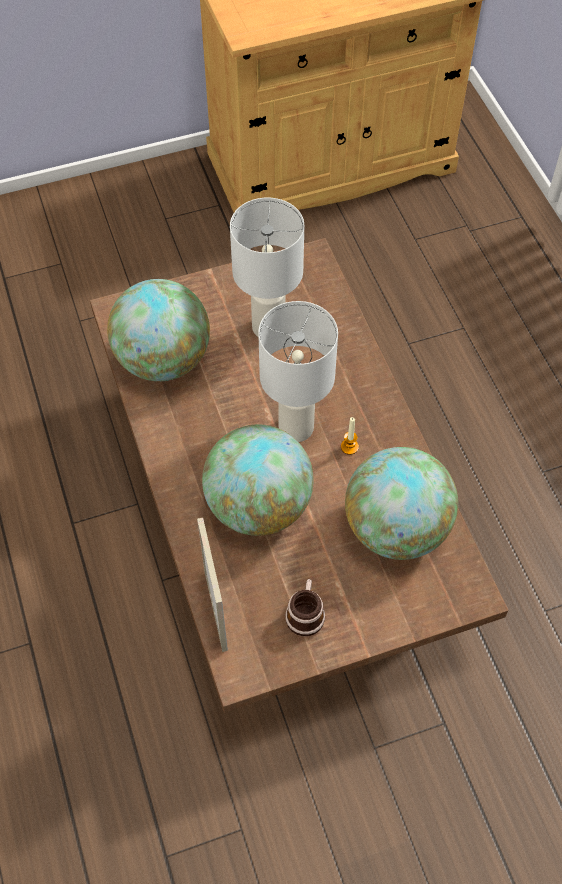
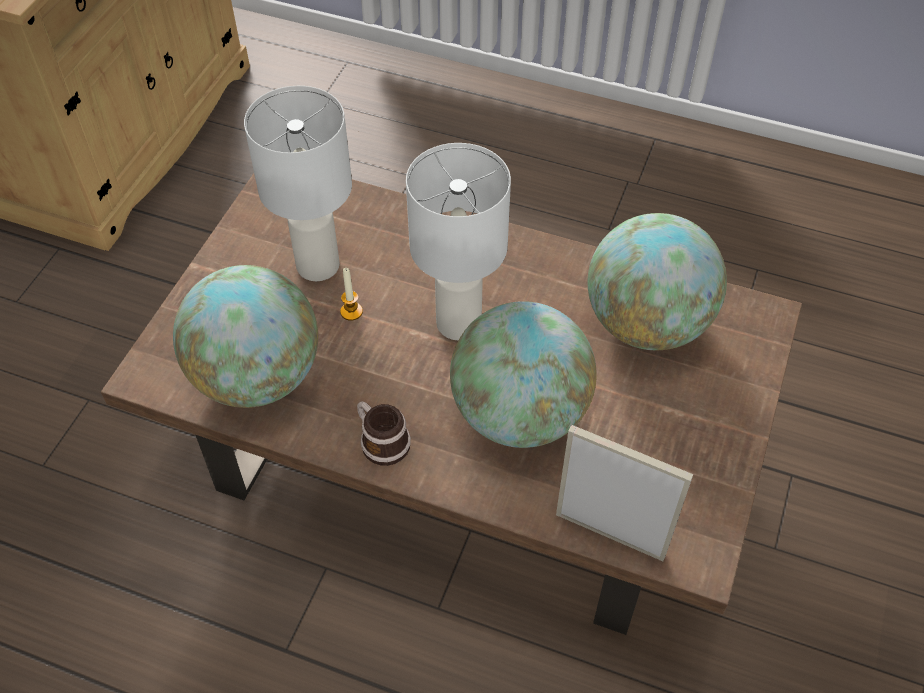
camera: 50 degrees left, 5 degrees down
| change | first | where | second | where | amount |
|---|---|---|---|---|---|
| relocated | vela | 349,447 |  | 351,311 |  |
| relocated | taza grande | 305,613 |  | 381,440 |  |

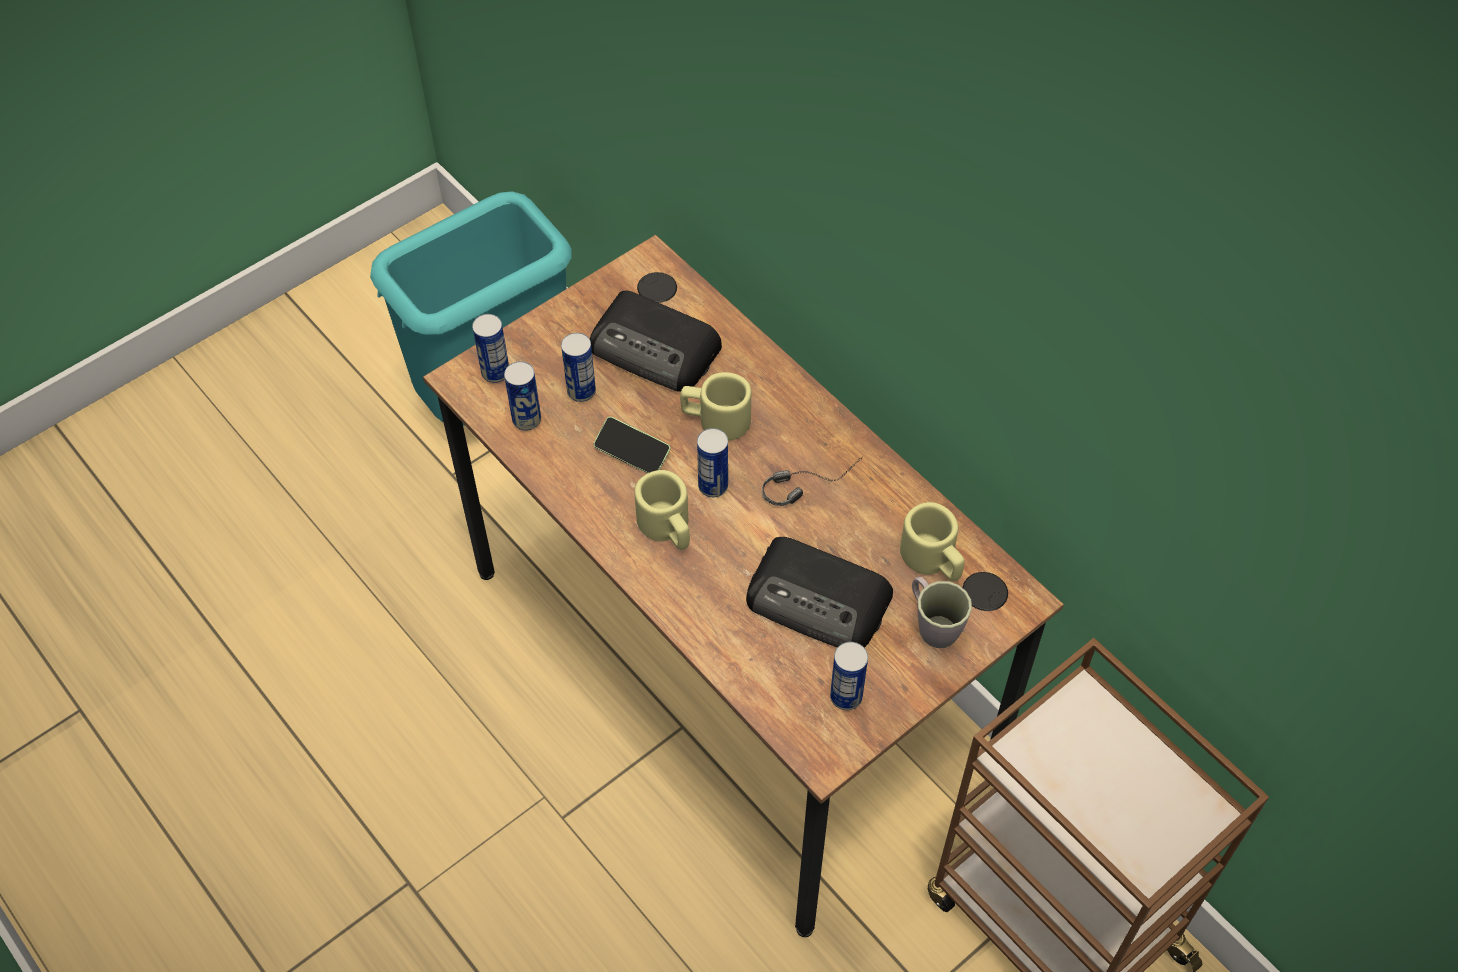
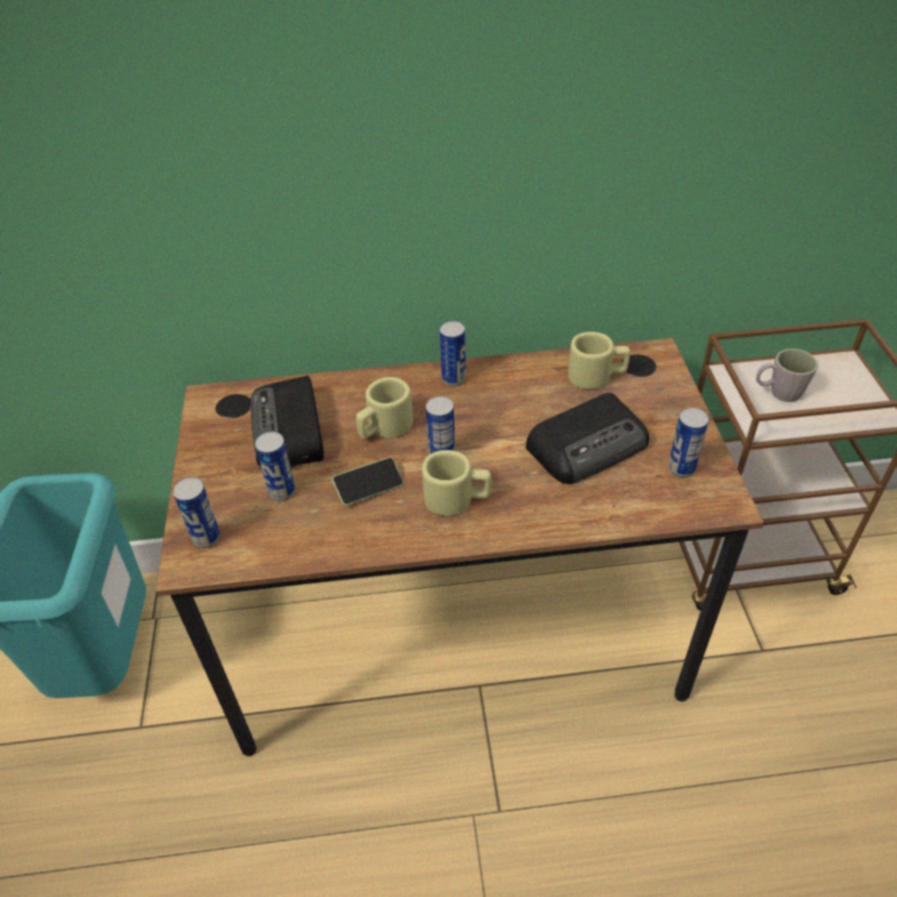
camera: 55 degrees left, 10 degrees down
| change | first | where | second | where | amount |
|---|---|---|---|---|---|
| spun | radio | 656,349 |  | 289,430 | 105 degrees clockwise |
| relocated | lata | 526,420 |  | 453,378 |  |
| missing | auriculares | 809,481 |  |  |  |
| relocated | taza grande (gris) | 933,624 |  | 778,392 |  |

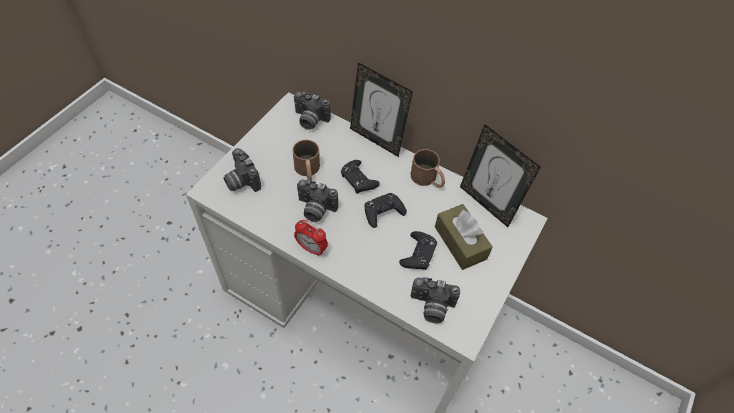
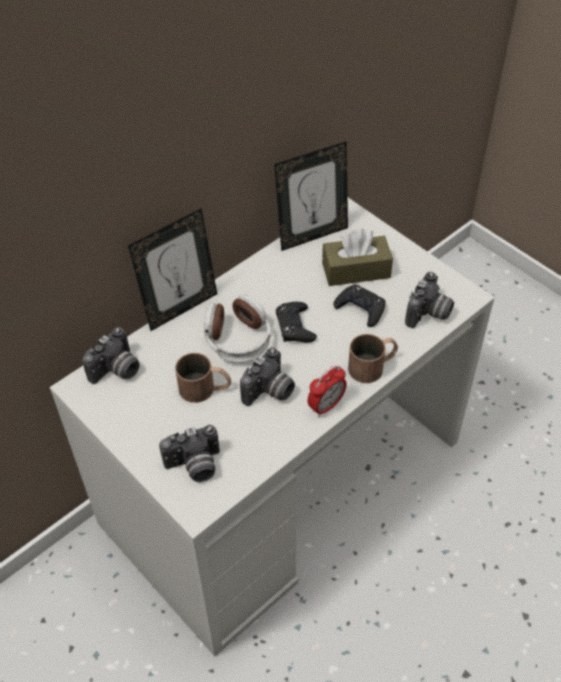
camera: 70 degrees left, 5 degrees down
| change | first | where | second | where | amount |
|---|---|---|---|---|---|
| relocated | taza grande (marrón) | 428,179 |  | 373,366 |  |
| exchanged | mando de consola (negro) | 359,179 | auriculares | 238,339 |  |

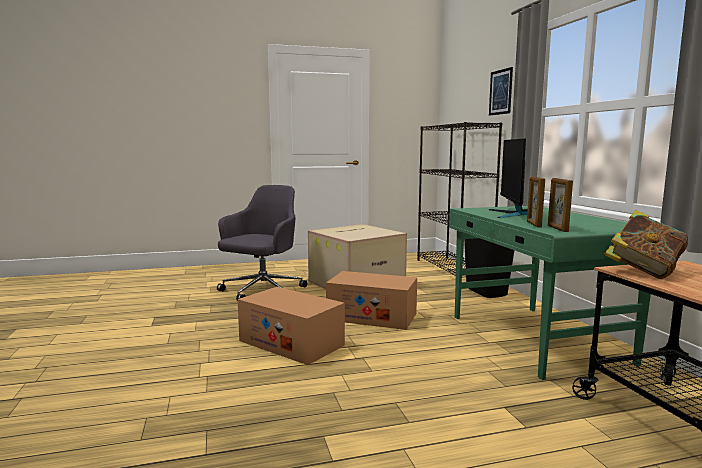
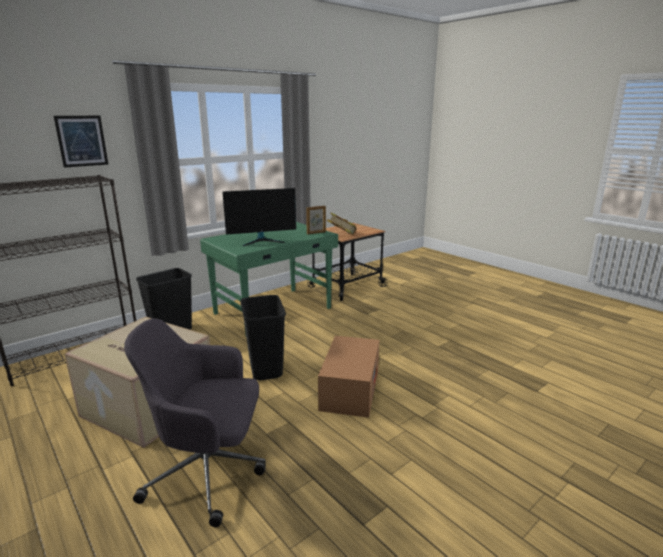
camera: 115 degrees left, 10 degrees up
| change | first | where | second | where | amount |
|---|---|---|---|---|---|
| missing | portarretratos | 533,224 |  |  |  |
| exchanged | caja de cartón | 372,316 | papelera (negro) | 265,369 |  |

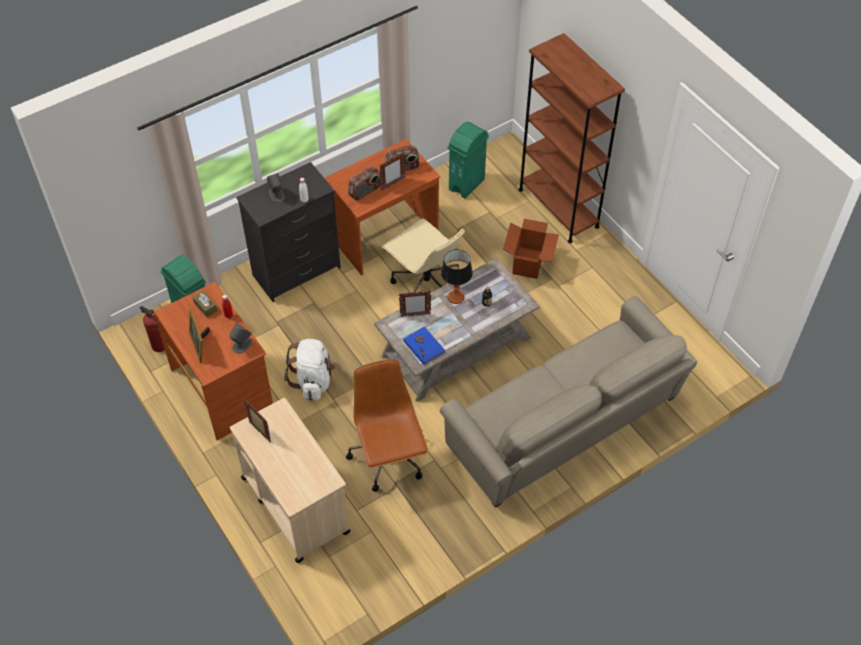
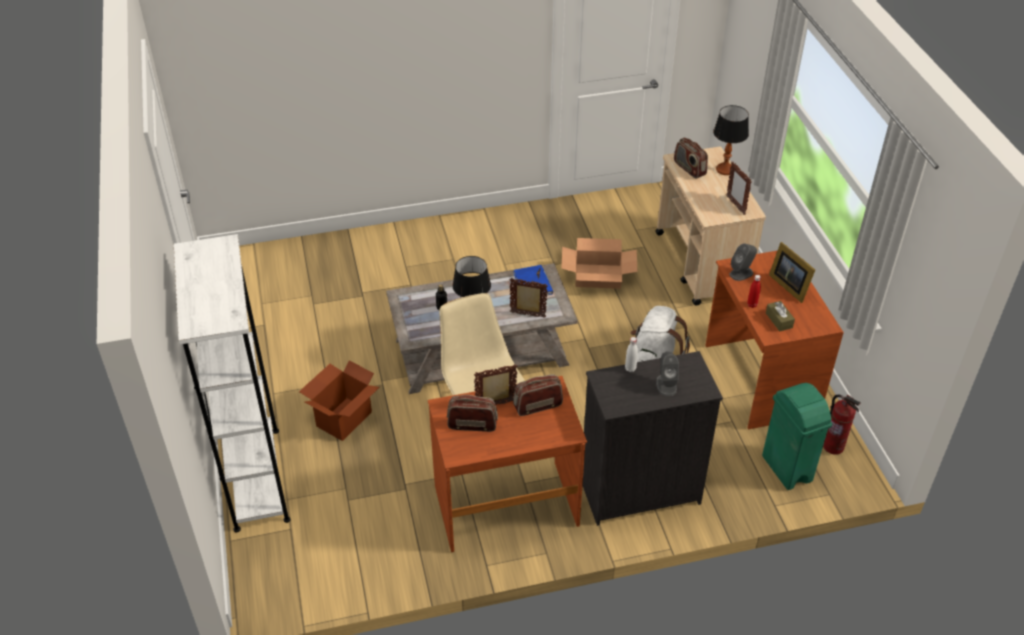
camera: 160 degrees left, 10 degrees down
| change | first | where | second | where | amount |
|---|---|---|---|---|---|
| colour | estantería (marrón) | 558,208 | estantería (blanco) | 257,478 |  |
| missing | papelera (verde) | 467,184 |  |  |  |
| missing | sofá (beis) | 566,427 |  |  |  |
| spun | portarretratos | 200,344 |  | 789,285 | 150 degrees clockwise |
| exchanged | silla de oficina (marrón) | 389,458 | caja de cartón | 598,276 |  |
| appeared |  |  | lámpara de mesa | 725,170 |  |
| appeared |  |  | radio | 689,169 |  |

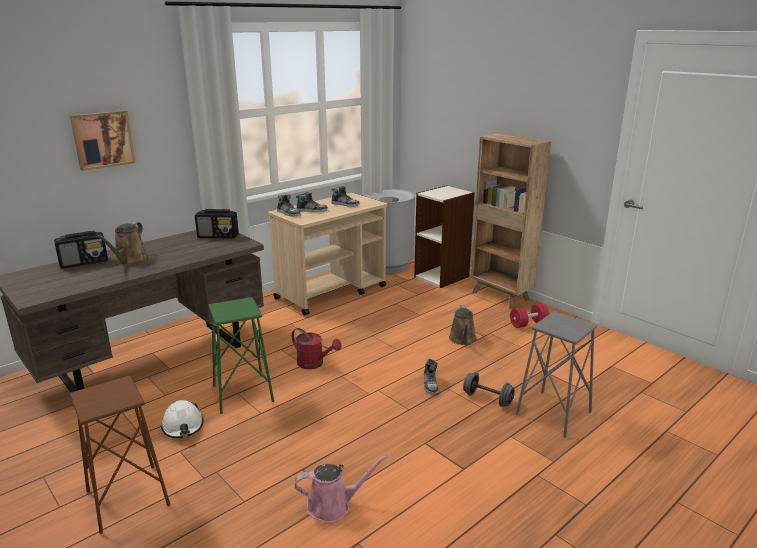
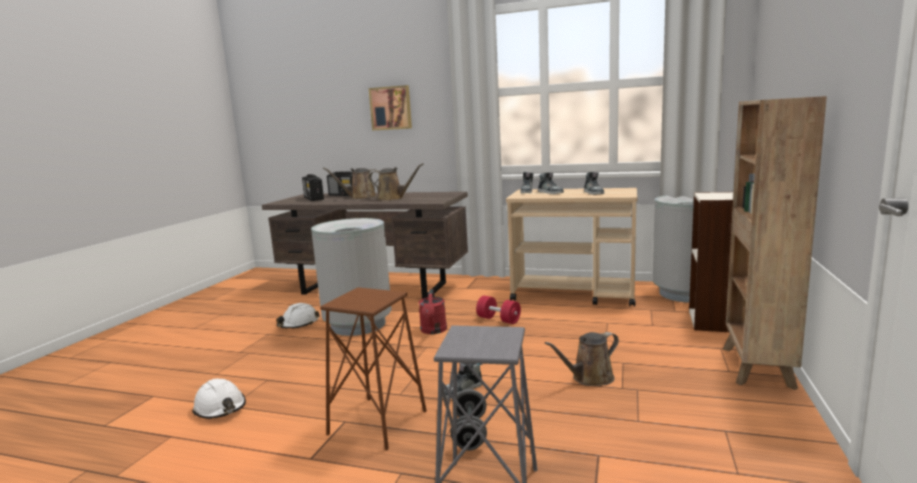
camera: 60 degrees right, 10 degrees down
| change | first | where | second | where | amount |
|---|---|---|---|---|---|
| relocated | radio | 218,236 |  | 314,199 |  |
| exchanged | taburete (verde) | 242,394 | papelera (gris) | 358,325 |  |
| relocated | mancuerna (rojo) | 528,324 |  | 498,320 |  |
| relocated | taburete (marrón) | 128,498 |  | 378,422 |  |
| exchanged | regadera (rosa) | 333,505 | casco (blanco) | 220,408 |  |
| appeared |  |  | regadera (marrón) | 393,198 |  |

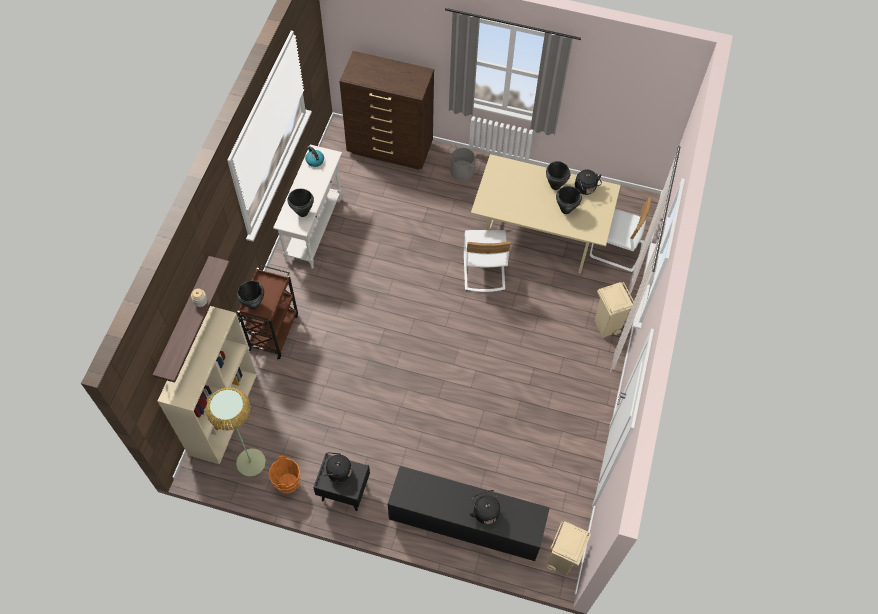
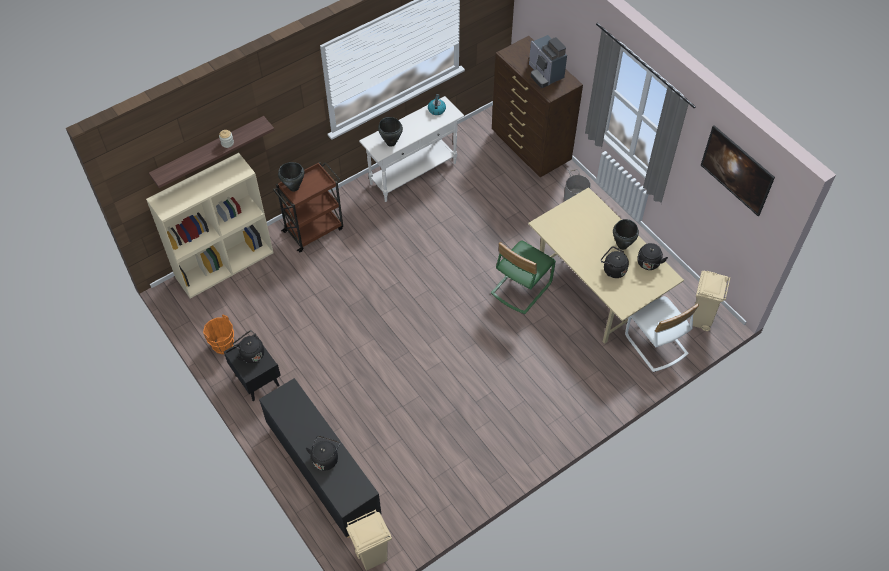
camera: 40 degrees right, 5 degrees down
| change | first | where | second | where | amount |
|---|---|---|---|---|---|
| exchanged | olla (negro) | 565,210 | hervidor (negro) | 613,269 |  |
| colour | silla (blanco) | 483,270 | silla (verde) | 520,288 |  |
| relocated | papelera (beis) | 606,327 |  | 700,320 |  |
| missing | lámpara de pie | 250,462 |  |  |  |
| appeared |  |  | cafetera | 545,74 |  |
| appeared |  |  | cuadro | 733,180 |  |

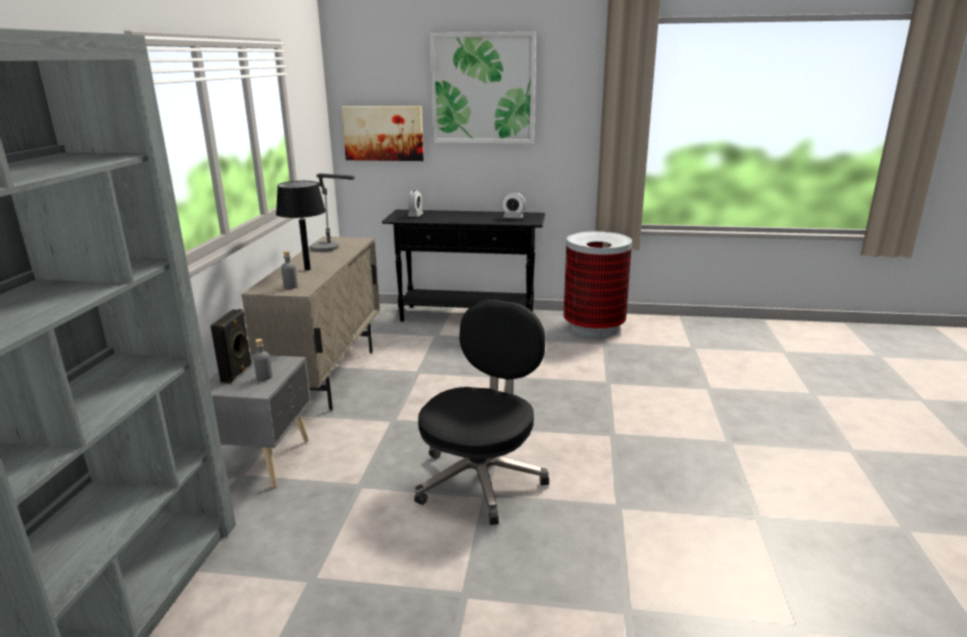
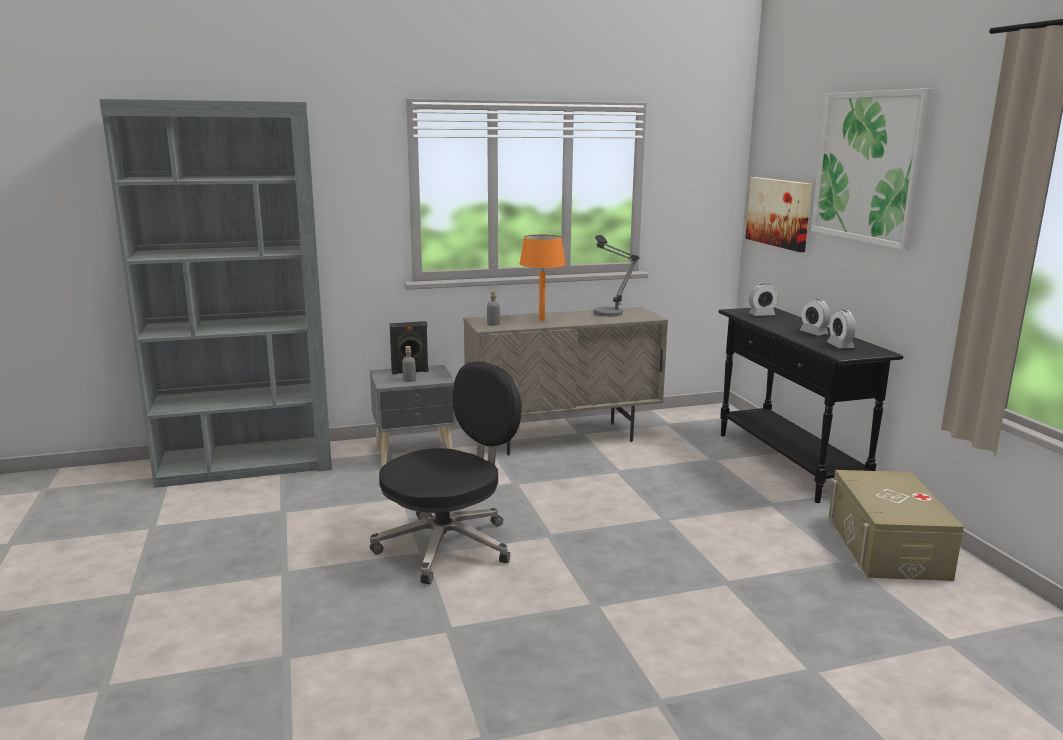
camera: 65 degrees right, 5 degrees down
| change | first | where | second | where | amount |
|---|---|---|---|---|---|
| colour | lámpara de mesa (negro) | 307,269 | lámpara de mesa (naranja) | 542,320 |  |
| exchanged | papelera | 594,328 | caja de almacenaje (beis) | 887,547 |  |
| spun | silla de oficina (negro) | 481,479 |  | 448,545 | 45 degrees counterclockwise |
| appeared |  |  | despertador | 813,333 |  |

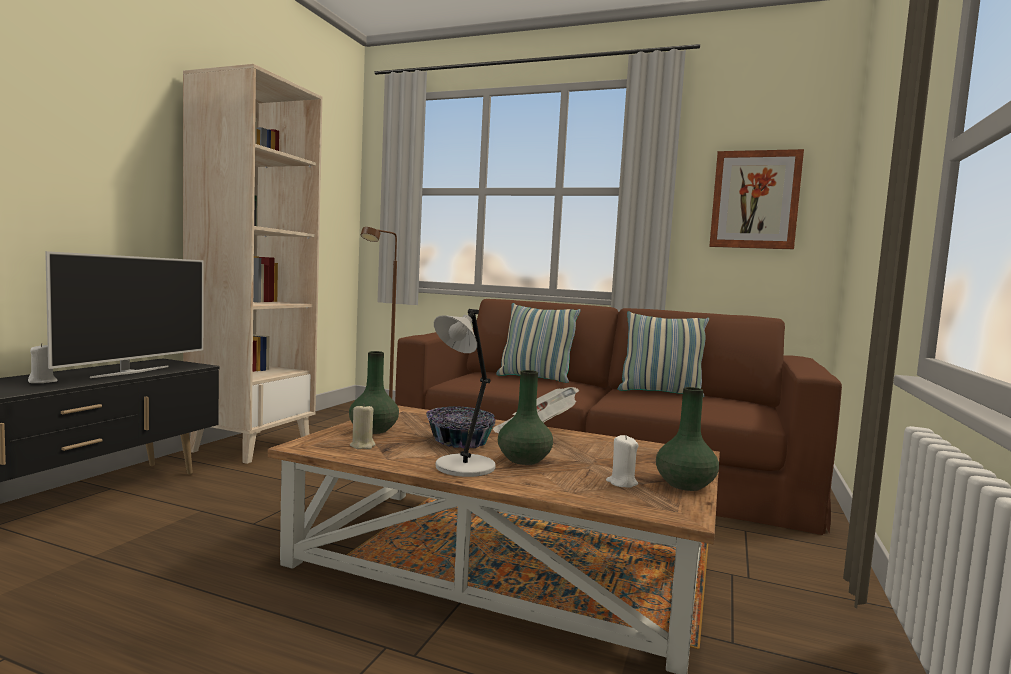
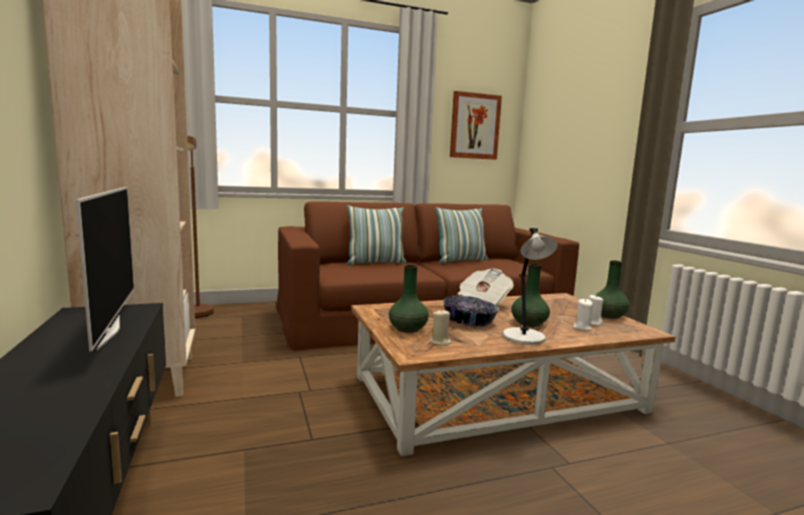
camera: 40 degrees left, 5 degrees up
| change | first | where | second | where | amount |
|---|---|---|---|---|---|
| relocated | vela (blanco) | 42,381 |  | 582,327 |  |

